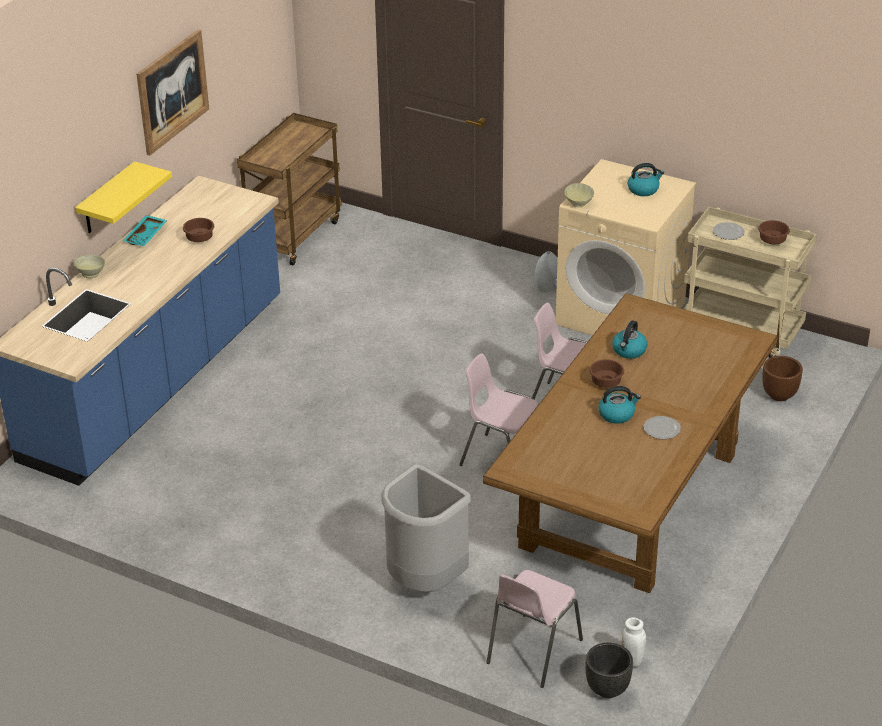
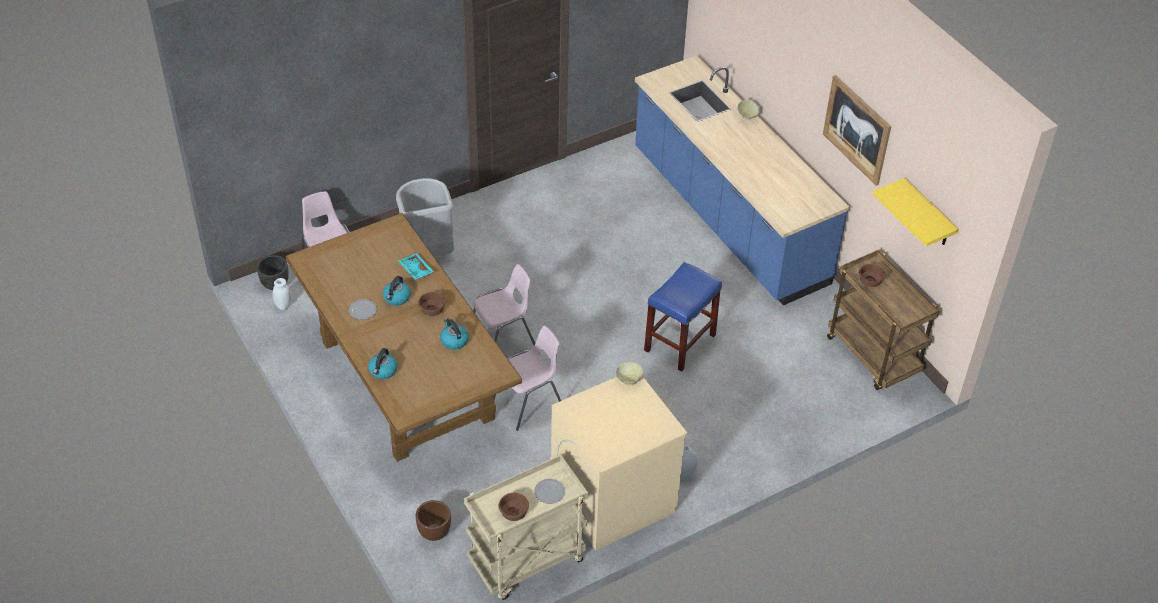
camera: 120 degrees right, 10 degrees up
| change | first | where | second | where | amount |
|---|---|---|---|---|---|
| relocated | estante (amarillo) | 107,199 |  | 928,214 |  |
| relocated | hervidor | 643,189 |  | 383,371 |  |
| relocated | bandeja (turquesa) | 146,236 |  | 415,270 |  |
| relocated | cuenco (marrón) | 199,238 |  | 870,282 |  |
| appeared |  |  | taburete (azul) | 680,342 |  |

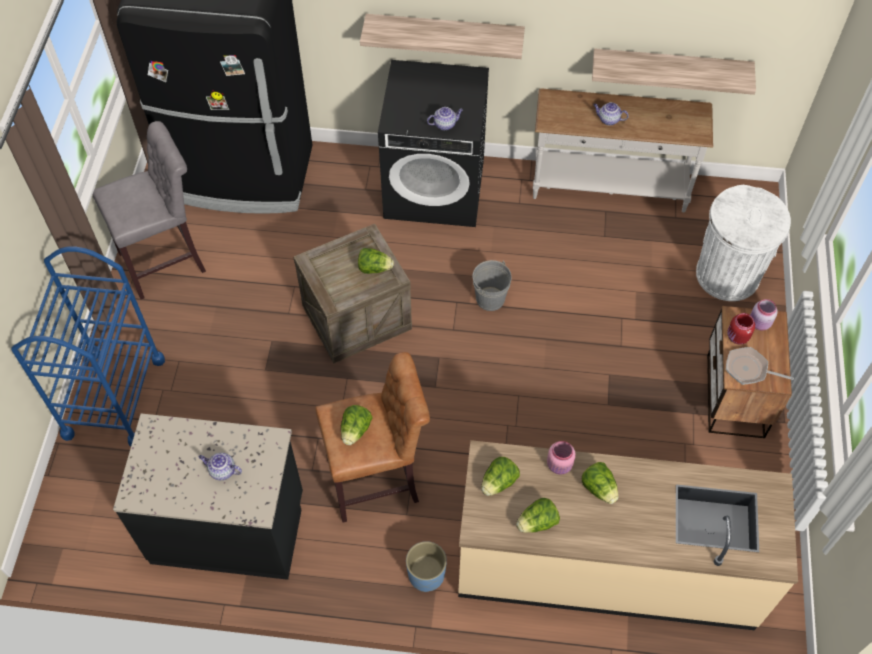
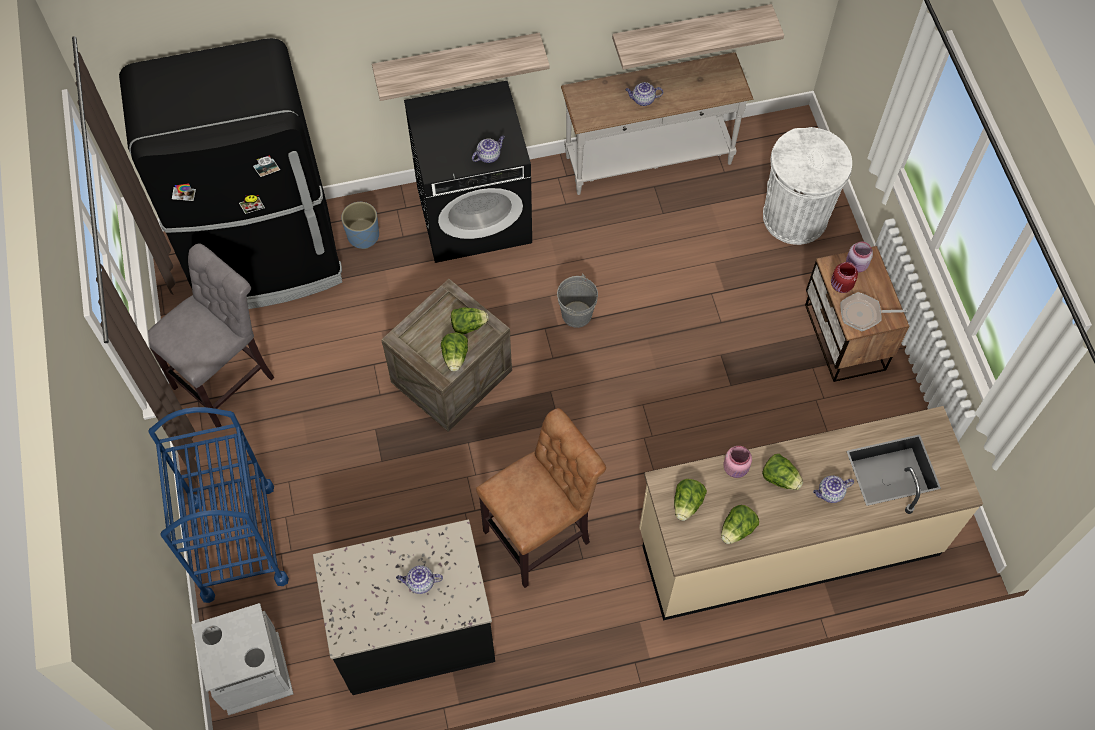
camera: 20 degrees left, 5 degrees up
| change | first | where | second | where | amount |
|---|---|---|---|---|---|
| relocated | lechuga | 355,430 |  | 455,357 |  |
| relocated | maceta (azul) | 426,575 |  | 363,236 |  |
| appeared |  |  | tetera | 830,493 |  |
| appeared |  |  | papelera (gris) | 252,673 |  |

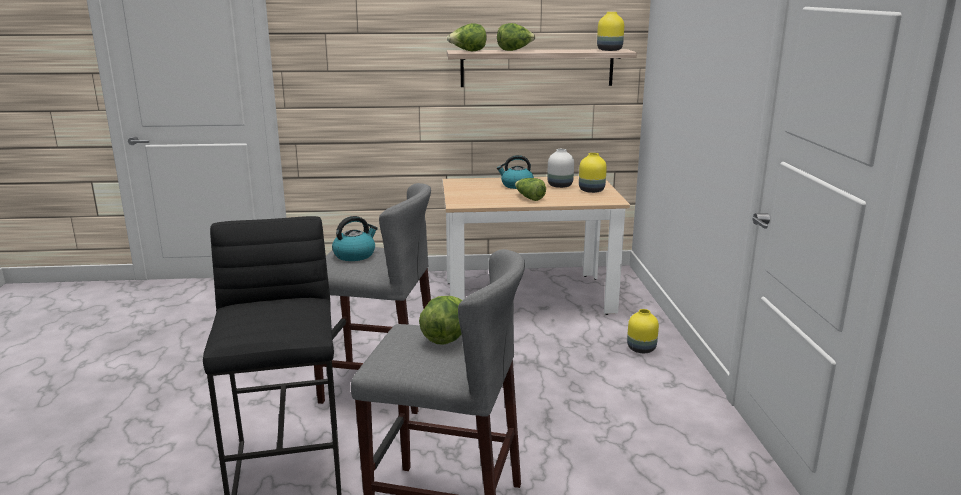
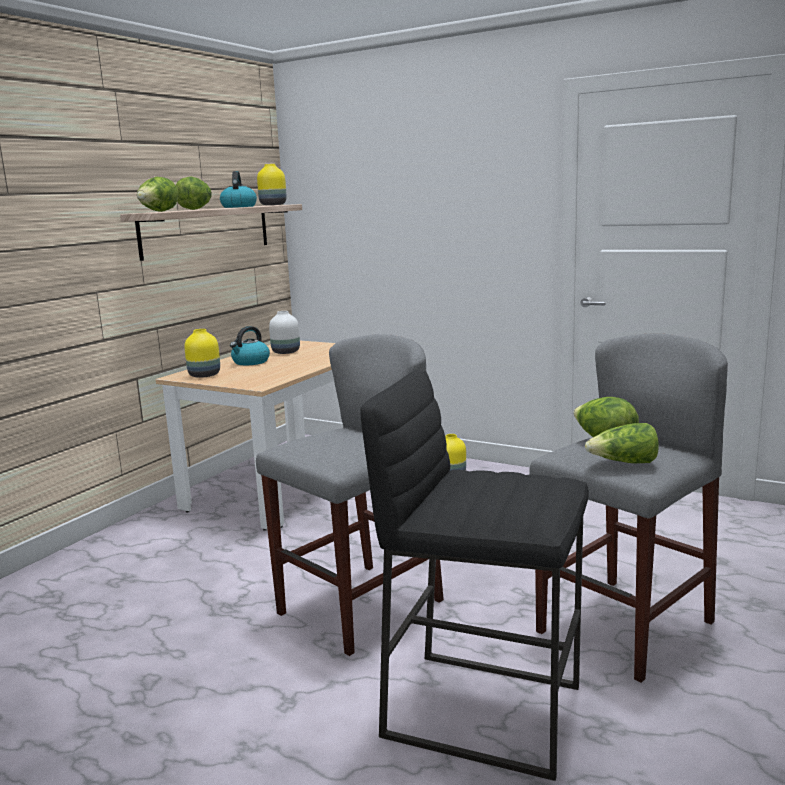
camera: 55 degrees left, 5 degrees down
| change | first | where | second | where | amount |
|---|---|---|---|---|---|
| relocated | florero (amarillo) | 592,191 |  | 205,375 |  |
| relocated | lechuga | 529,198 |  | 624,463 |  |
| relocated | hervidor | 355,255 |  | 239,207 |  |

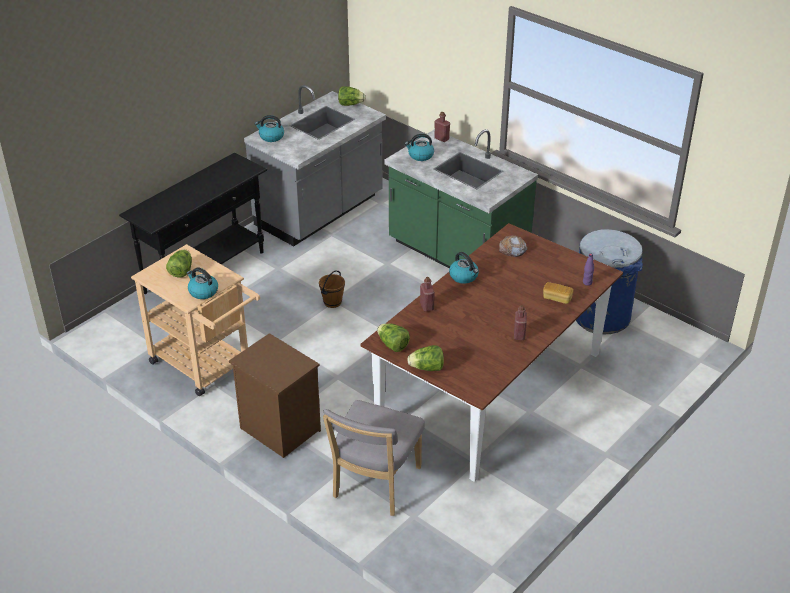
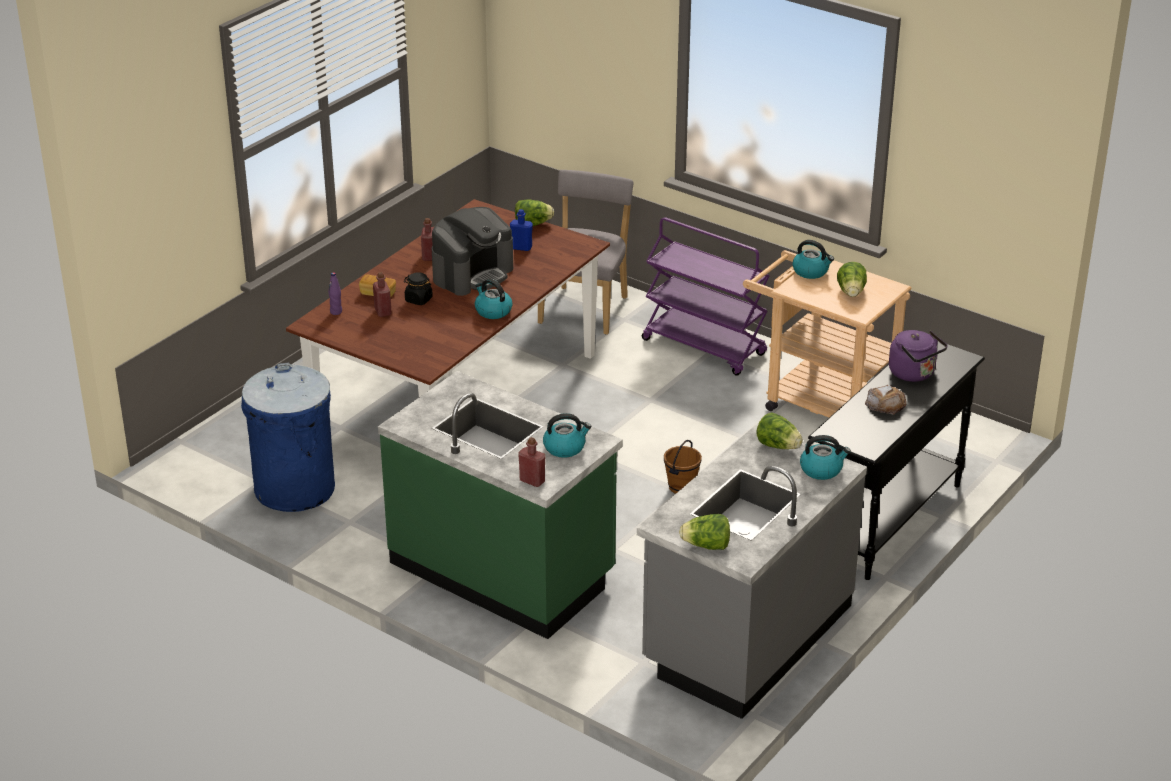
camera: 175 degrees right, 5 degrees down
| change | first | where | second | where | amount |
|---|---|---|---|---|---|
| relocated | pan | 512,249 |  | 885,404 |  |
| relocated | botella (rojo) | 427,306 |  | 383,312 |  |
| relocated | lechuga | 392,345 |  | 778,446 |  |
| exchanged | mesita de noche (marrón) | 278,429 | carrito (morado) | 705,347 |  |
| appeared |  |  | cafetera | 473,274 |  |
| appeared |  |  | botella (azul) | 521,247 |  |
| appeared |  |  | tarro (negro) | 418,299 |  |
| appeared |  |  | hervidor (morado) | 914,374 |  |

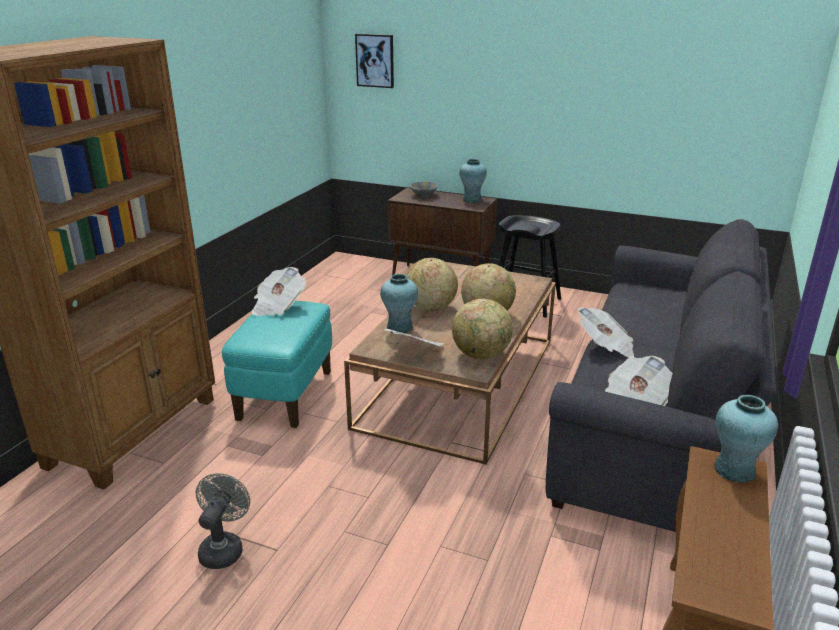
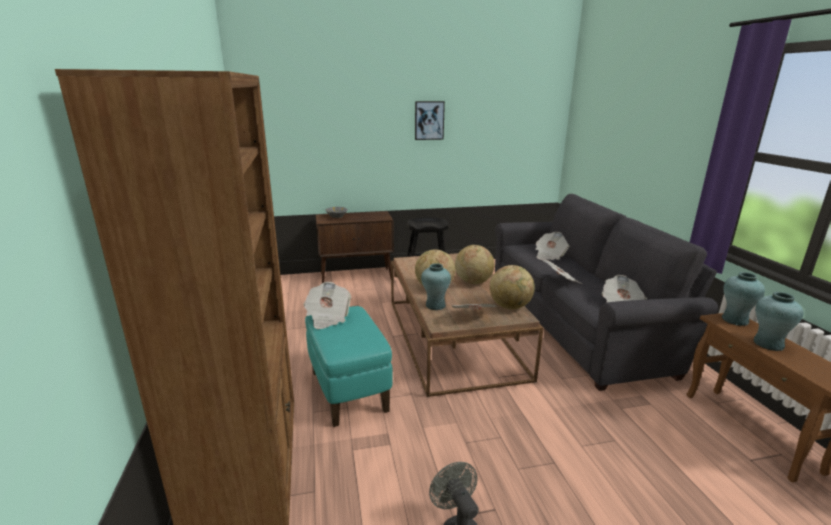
camera: 35 degrees left, 5 degrees down
| change | first | where | second | where | amount |
|---|---|---|---|---|---|
| relocated | cuadro | 375,60 |  | 429,120 |  |
| relocated | florero (turquesa) | 472,200 |  | 768,344 |  |
| appeared |  |  | periódico | 550,255 |  |

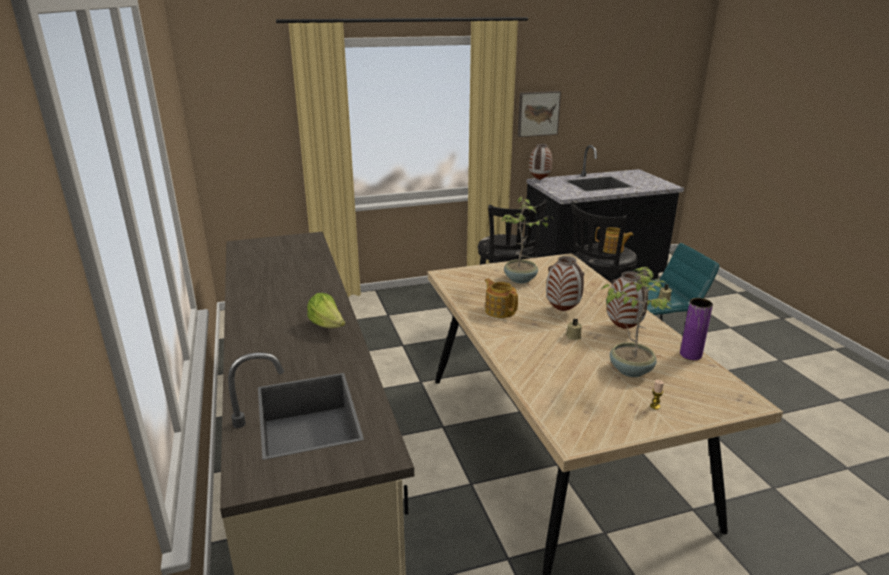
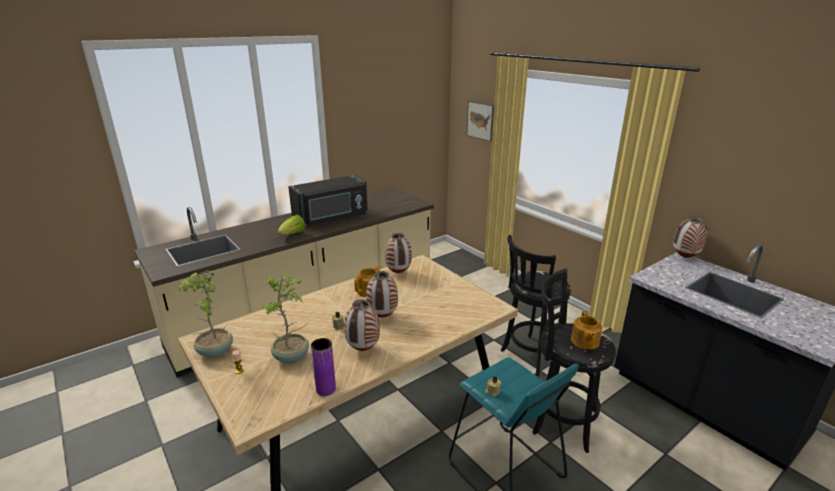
camera: 70 degrees right, 0 degrees up
| change | first | where | second | where | amount |
|---|---|---|---|---|---|
| relocated | cuadro | 537,113 |  | 482,120 |  |
| relocated | planta en maceta | 520,280 |  | 214,352 |  |
| appeared |  |  | microondas (negro) | 332,218 |  |
| appeared |  |  | florero | 399,273 |  |

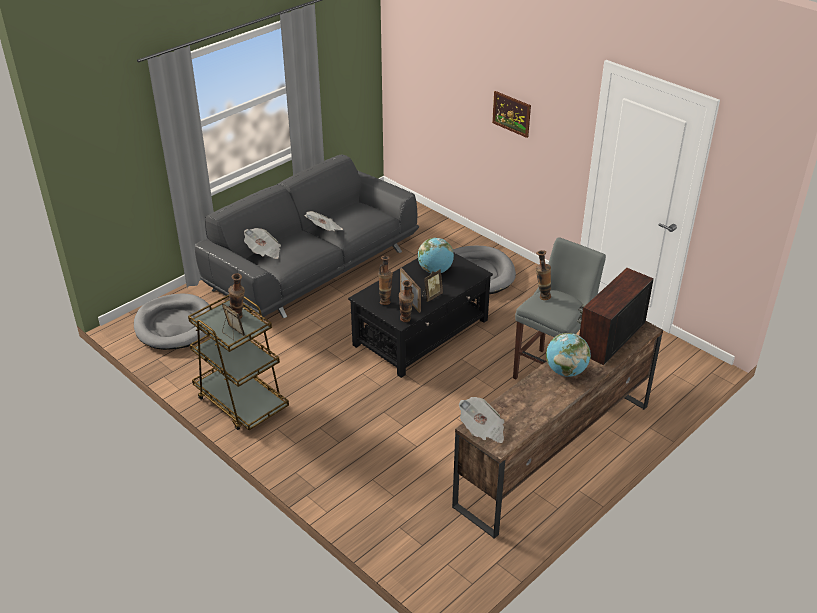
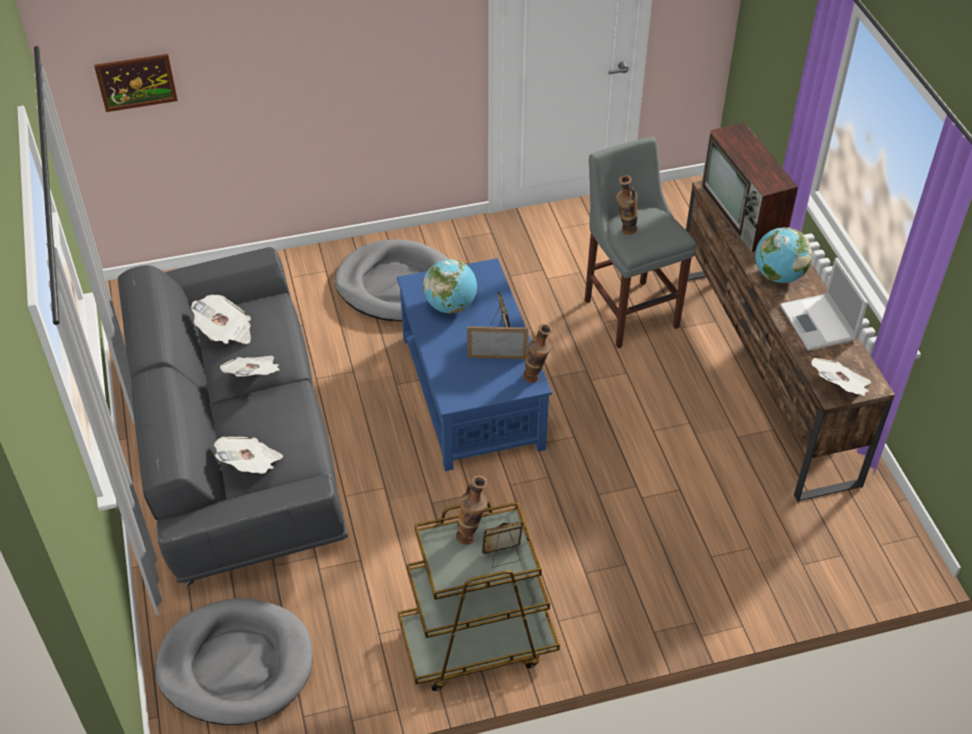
camera: 60 degrees left, 10 degrees up
| change | first | where | second | where | amount |
|---|---|---|---|---|---|
| relocated | cuadro | 511,114 |  | 136,82 |  |
| colour | mesa de centro (negro) | 421,332 | mesa de centro (azul) | 472,390 |  |
| missing | florero | 385,301 |  |  |  |
| appeared |  |  | portátil | 819,323 |  |
| appeared |  |  | periódico | 225,332 |  |

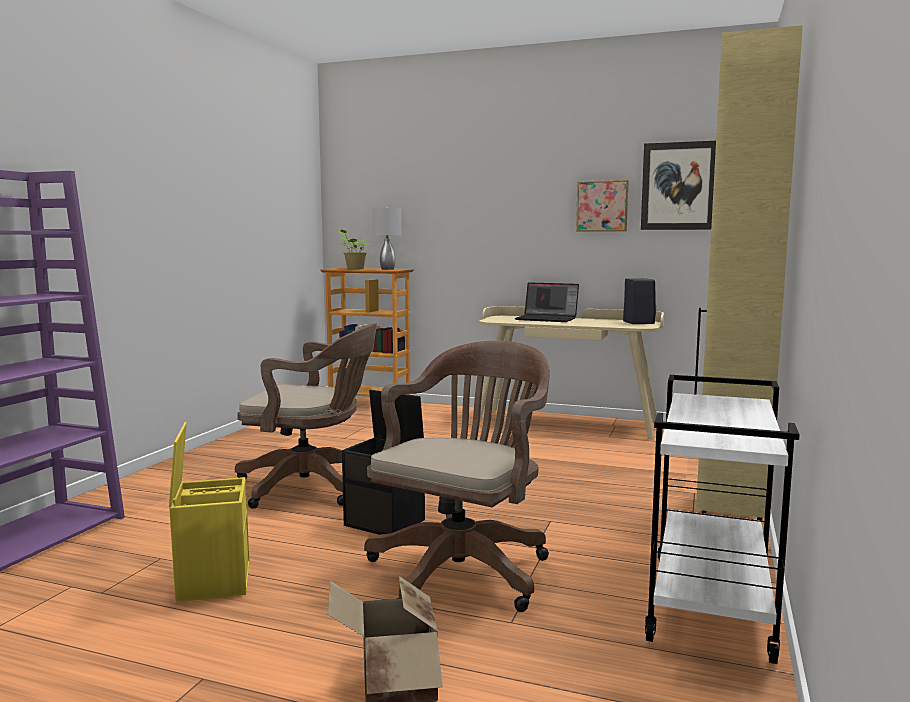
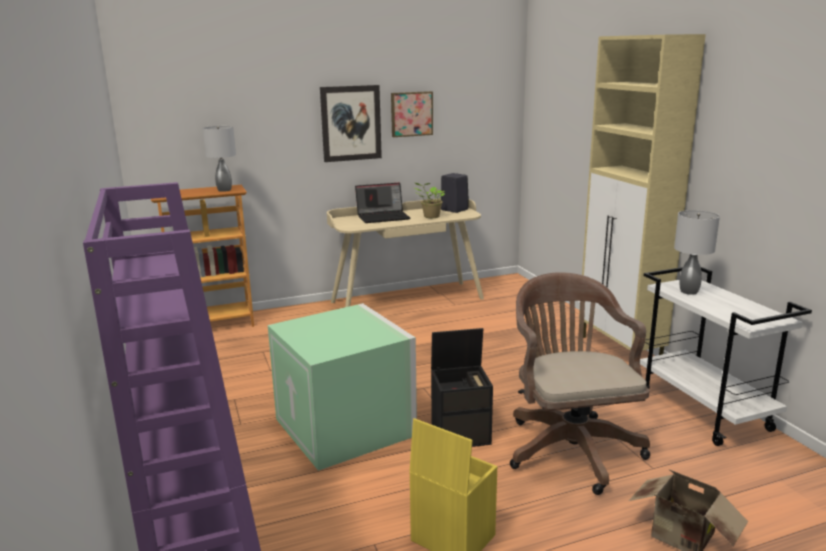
camera: 40 degrees left, 10 degrees up
| change | first | where | second | where | amount |
|---|---|---|---|---|---|
| relocated | cuadro | 678,186 |  | 351,123 |  |
| relocated | planta en maceta | 354,268 |  | 430,216 |  |
| exchanged | silla de oficina (marrón) | 312,486 | caja de almacenaje (verde) | 347,427 |  |
| appeared |  |  | lámpara de mesa (gris) | 688,291 |  |

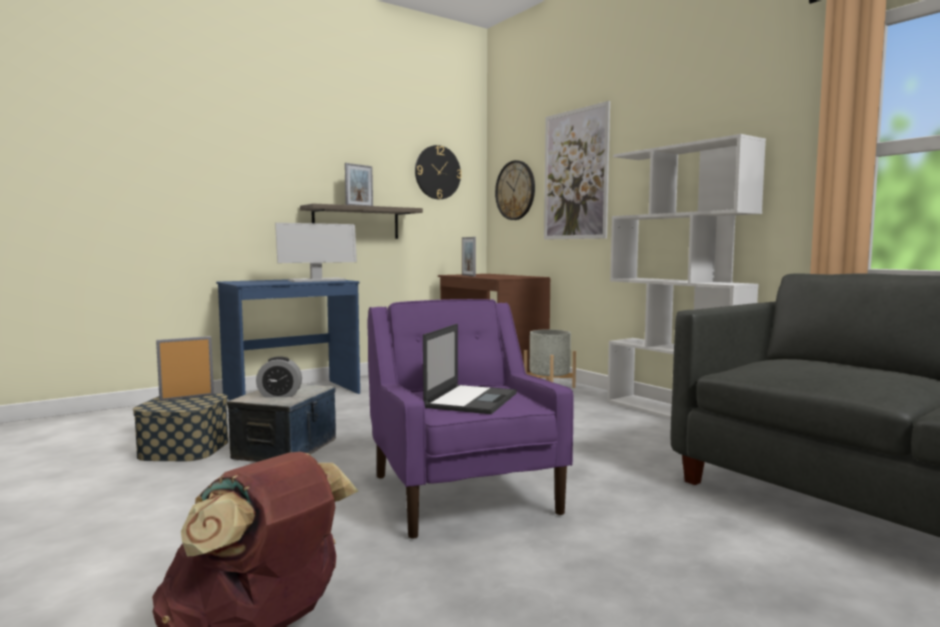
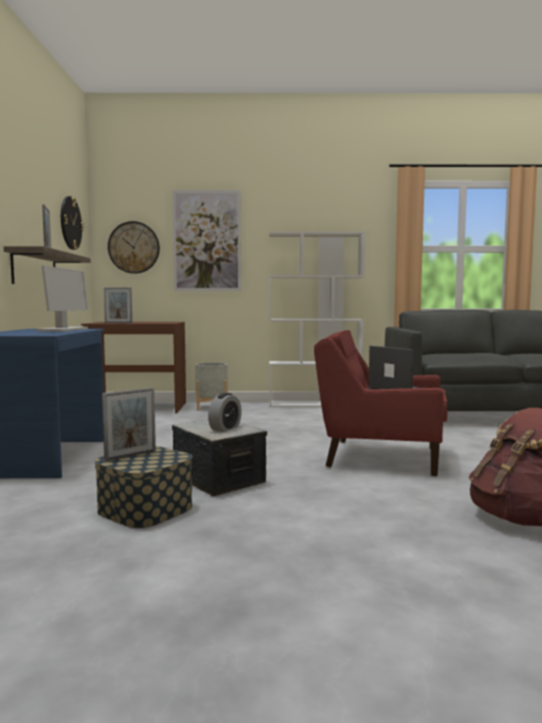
camera: 55 degrees left, 0 degrees up
| change | first | where | second | where | amount |
|---|---|---|---|---|---|
| colour | sillón (morado) | 462,492 | sillón (rojo) | 380,457 |  |
| spun | portarretratos | 187,397 |  | 130,455 | 135 degrees counterclockwise |

